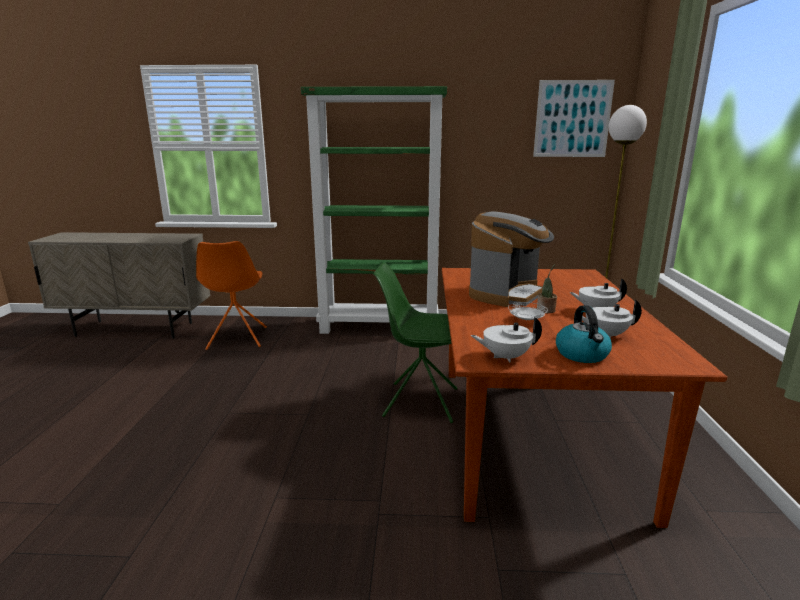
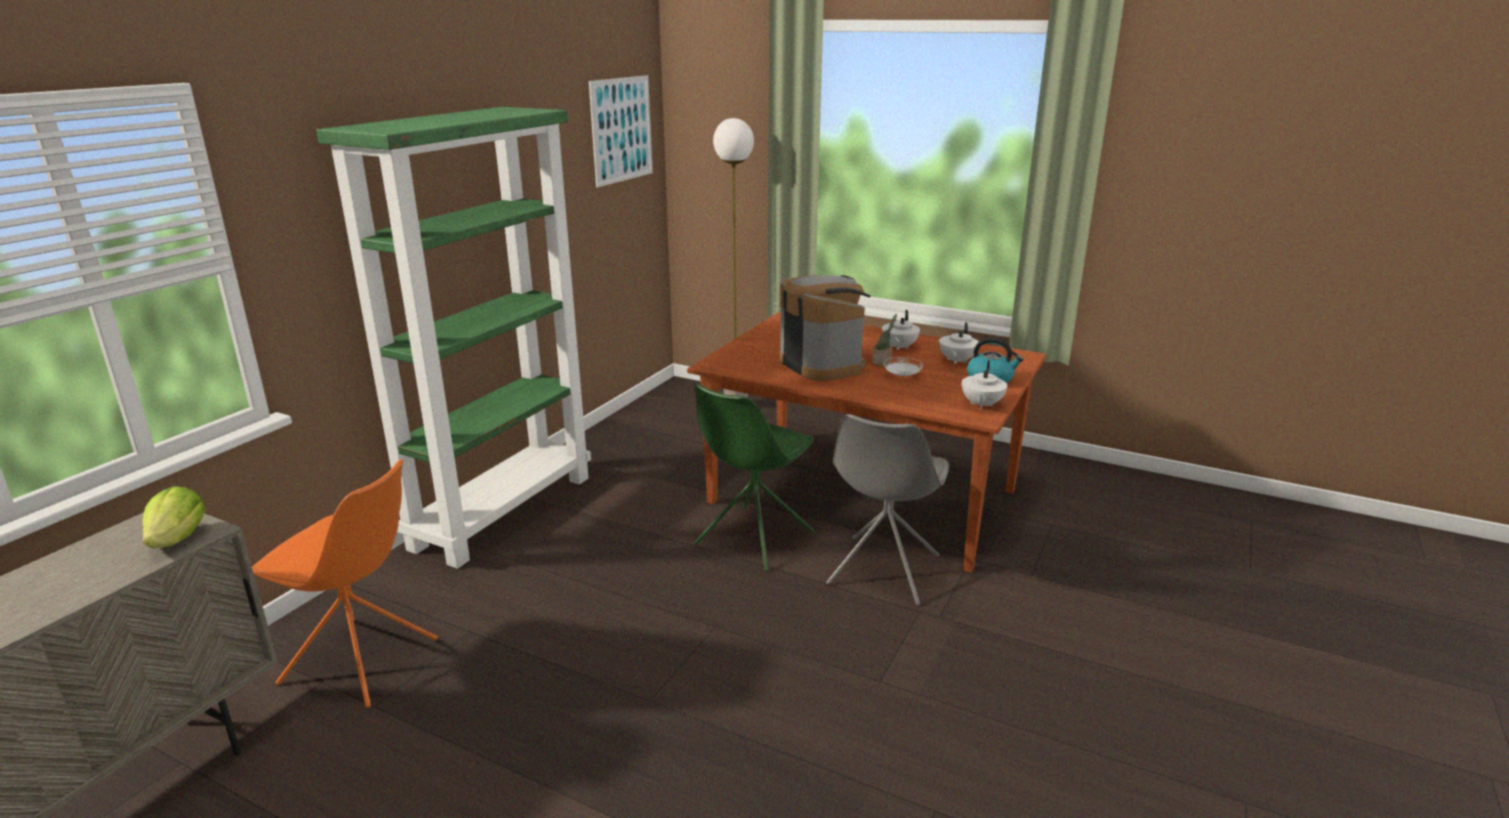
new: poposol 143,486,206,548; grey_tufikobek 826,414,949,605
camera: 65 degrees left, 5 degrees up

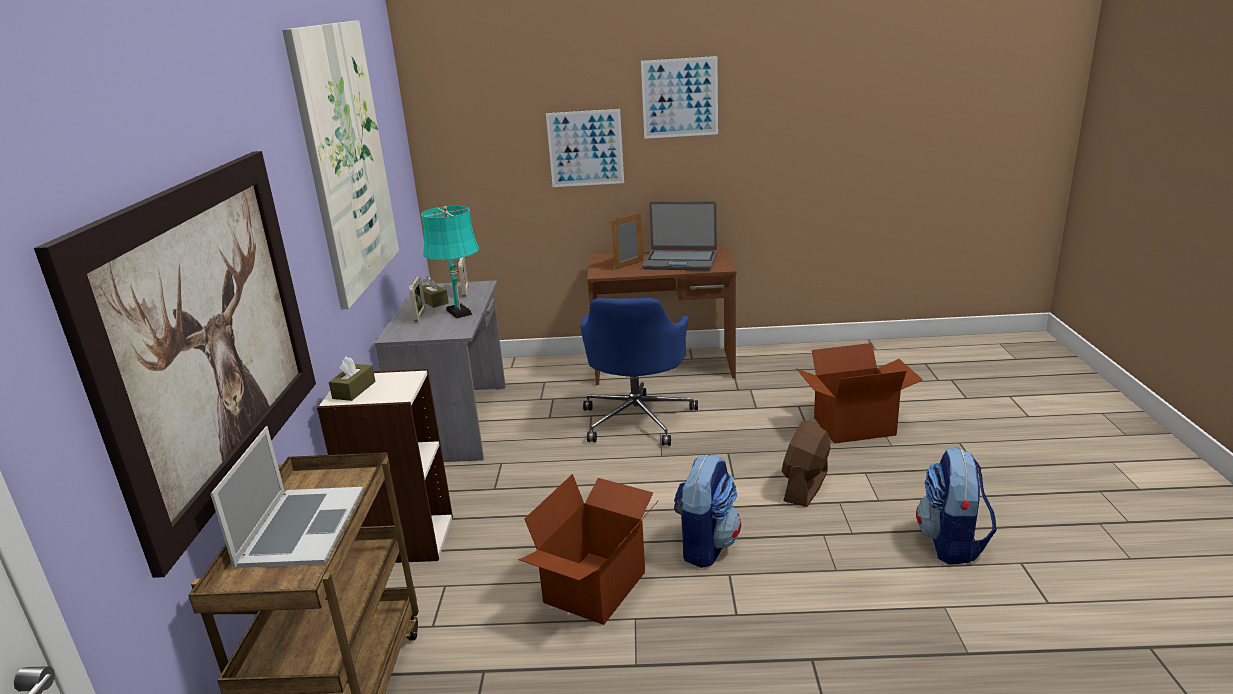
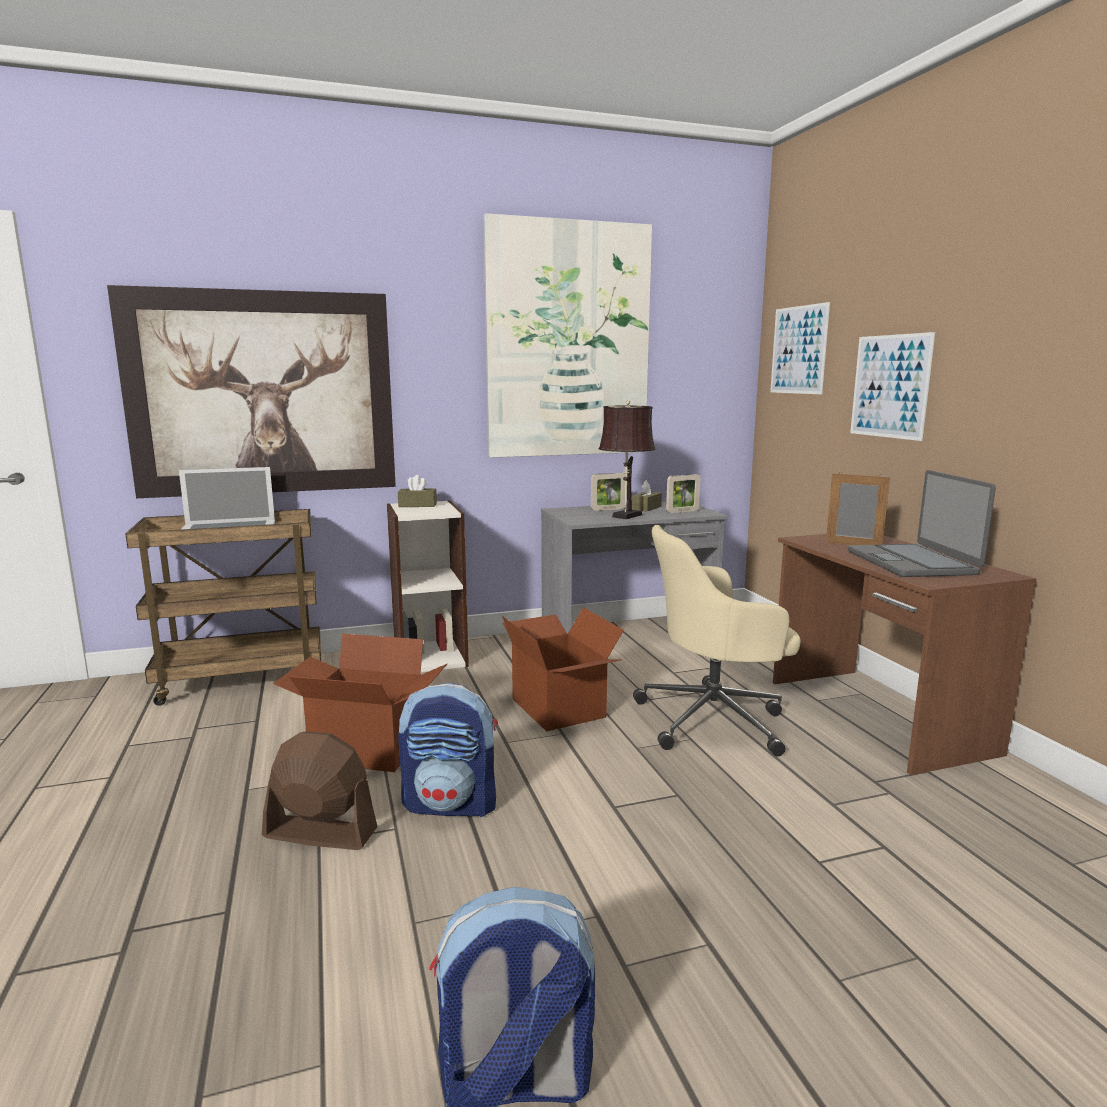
shifted: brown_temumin 782,420,831,507 to 262,731,378,850; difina 796,343,923,444 to 502,607,624,732; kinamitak 641,56,718,139 to 770,302,830,394
repainted: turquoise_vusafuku 421,206,479,319 to brown_vusafuku 599,400,655,519; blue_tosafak 580,298,698,446 to beige_tosafak 633,525,801,757
camera: 70 degrees right, 10 degrees down

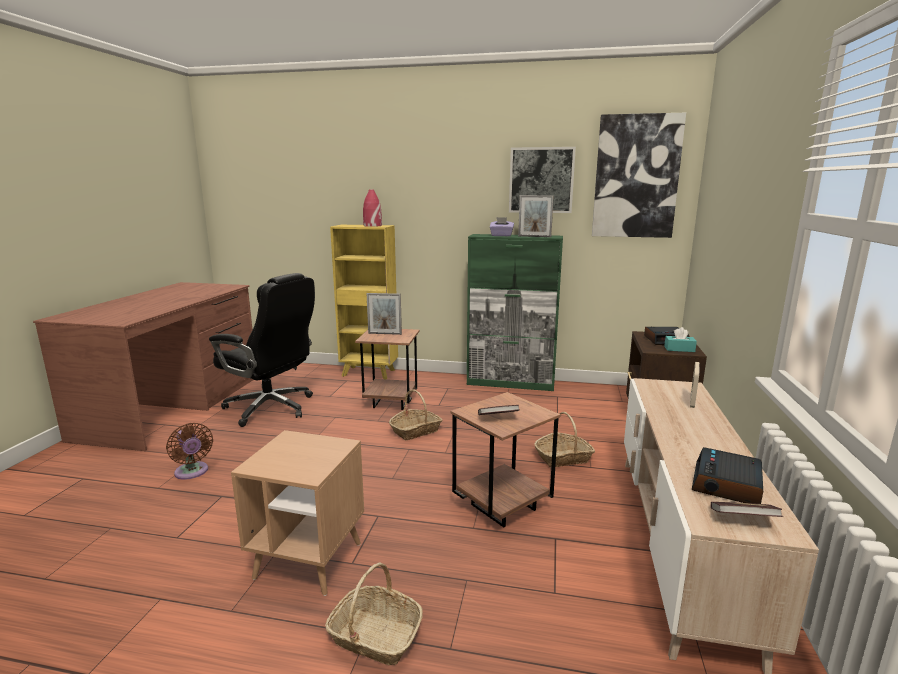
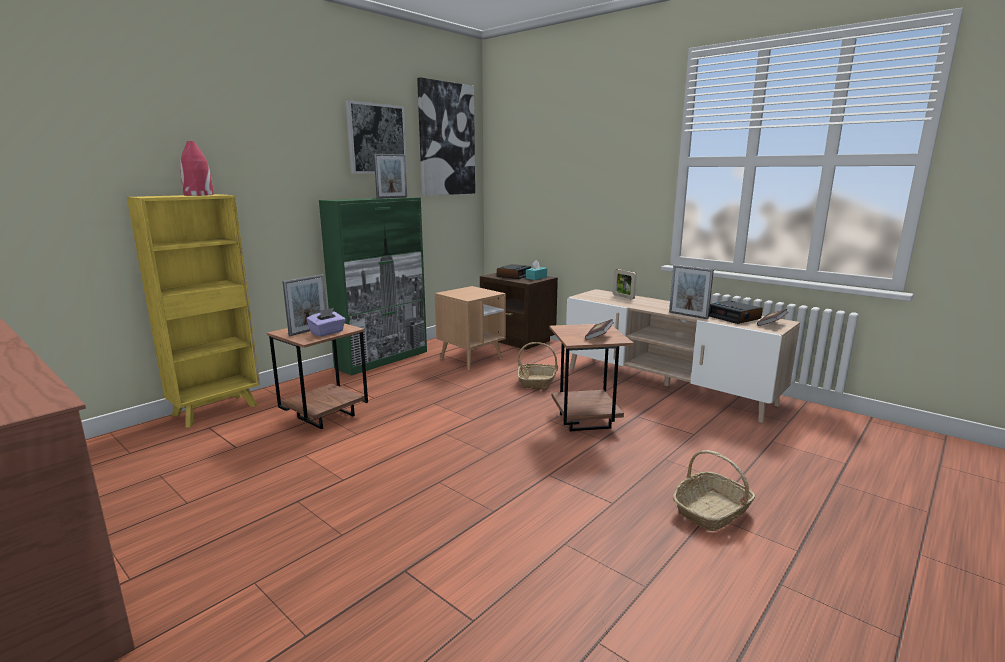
gone: brown_temumin 166,423,213,480; black_tosafak 209,273,315,427; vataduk 389,389,443,440
new: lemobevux 669,265,714,319
shifted: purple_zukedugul 490,217,514,236 to 306,308,346,337; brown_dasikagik 231,430,364,596 to 435,286,506,369
camera: 60 degrees left, 0 degrees up

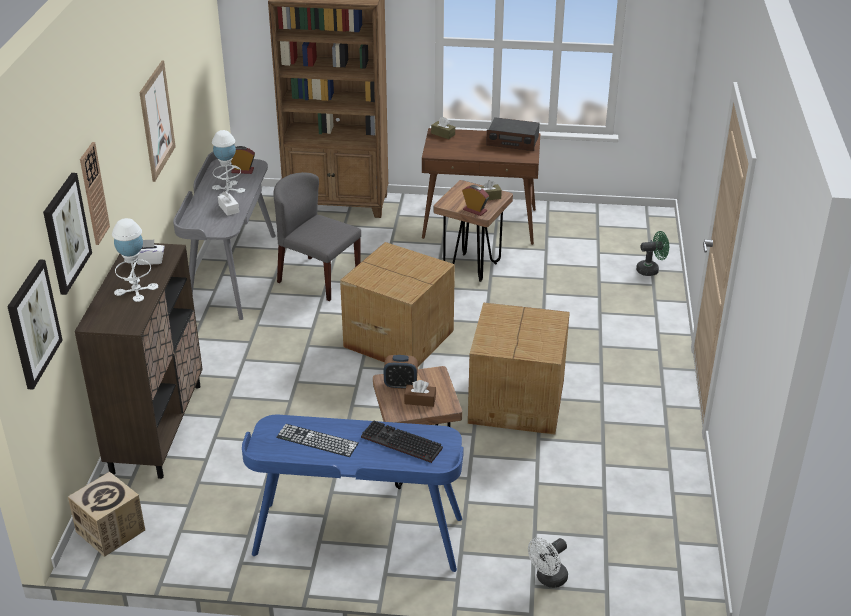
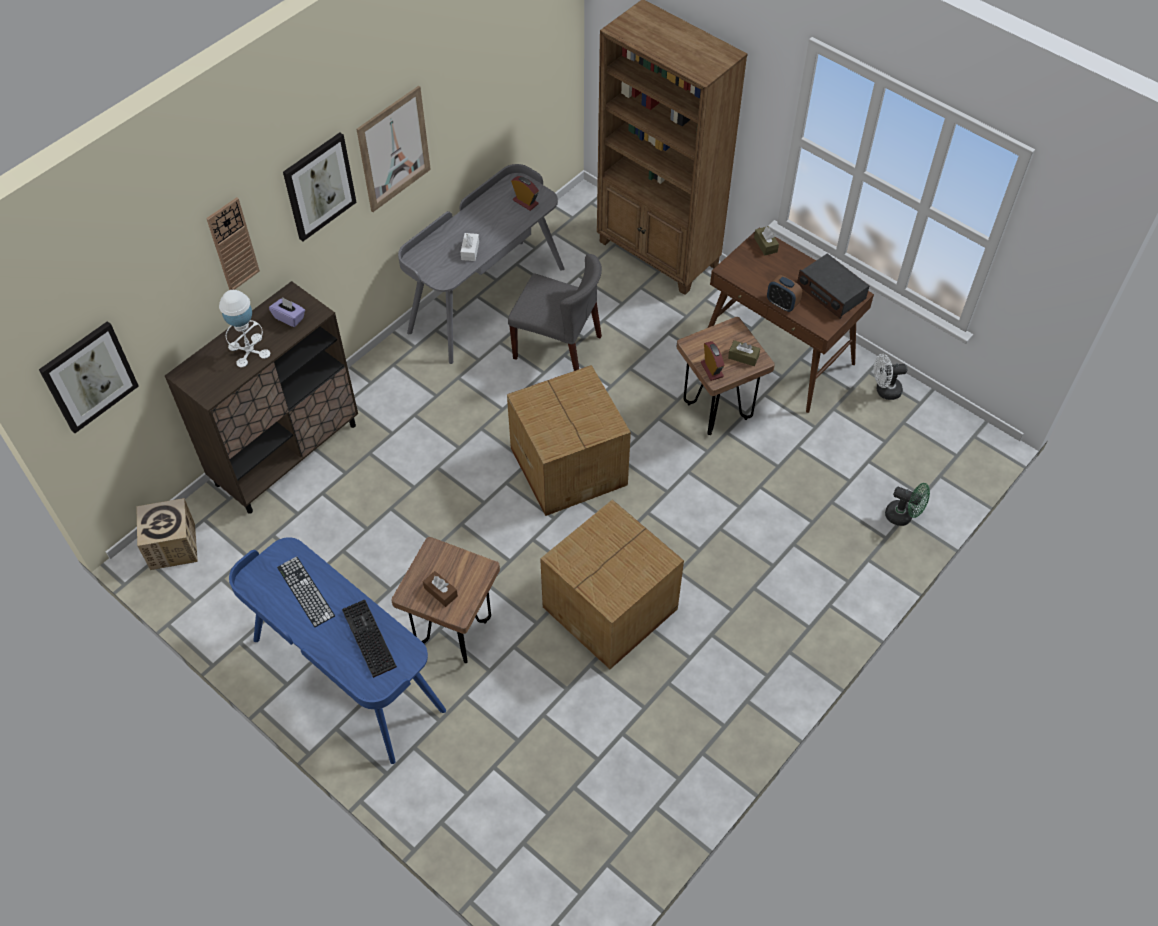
gone: white_vusafuku 212,130,245,196
shifted: kinamitak 43,173,92,295 to 283,133,357,241; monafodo 384,355,418,389 to 767,275,802,312; white_temumin 528,537,568,588 to 874,354,907,400
repainted: white_zukedugul 137,239,165,265 to purple_zukedugul 269,297,305,327
rotated: grey_tufikobek 273,172,361,301 = 508,254,602,371 135 degrees clockwise
camera: 35 degrees right, 20 degrees up

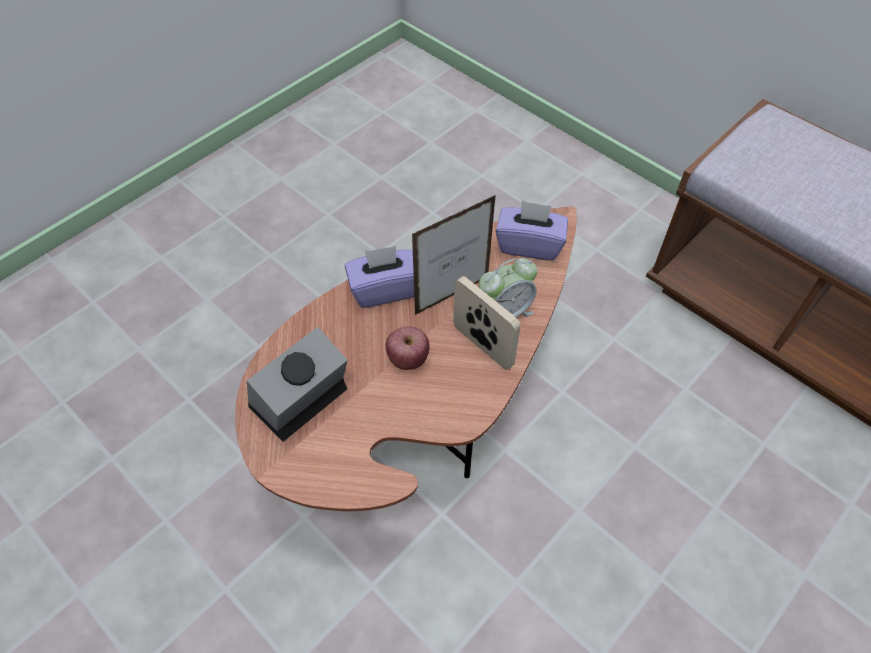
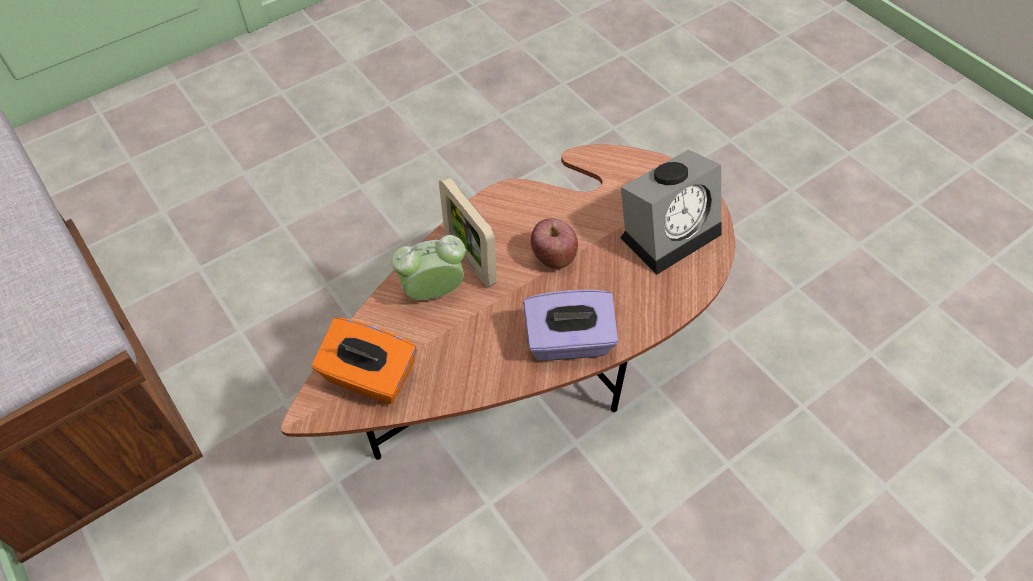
gone: lemobevux 412,195,496,315
repainted: purple_zukedugul 496,200,568,261 to orange_zukedugul 312,317,417,404
camera: 170 degrees left, 0 degrees up

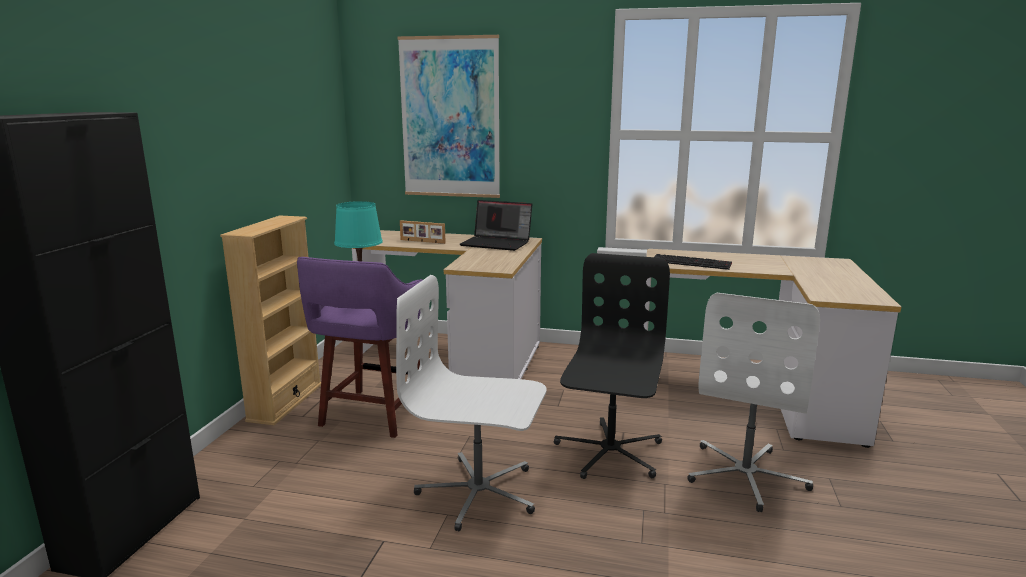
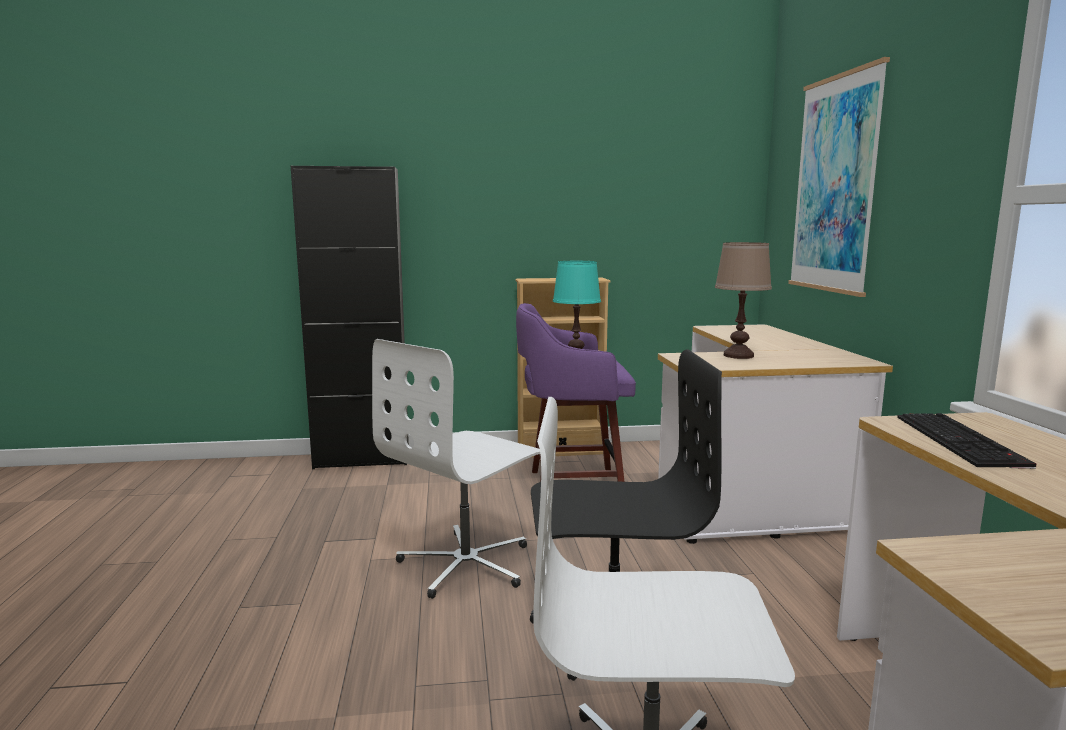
gone: lemobevux 400,220,446,244; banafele 460,200,532,251
new: brown_vusafuku 715,242,772,359
rotated: white_tosafak 396,275,547,531 = 372,339,540,599 135 degrees counterclockwise
camera: 70 degrees right, 5 degrees down

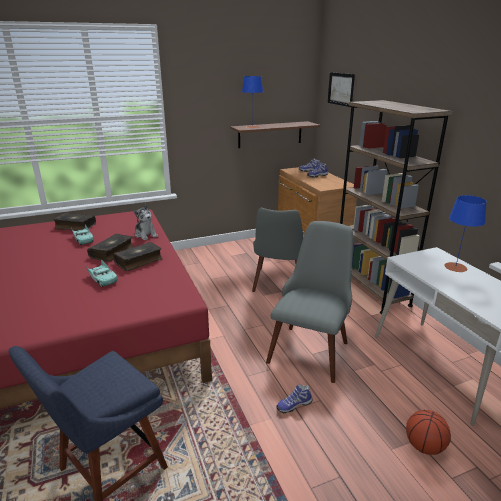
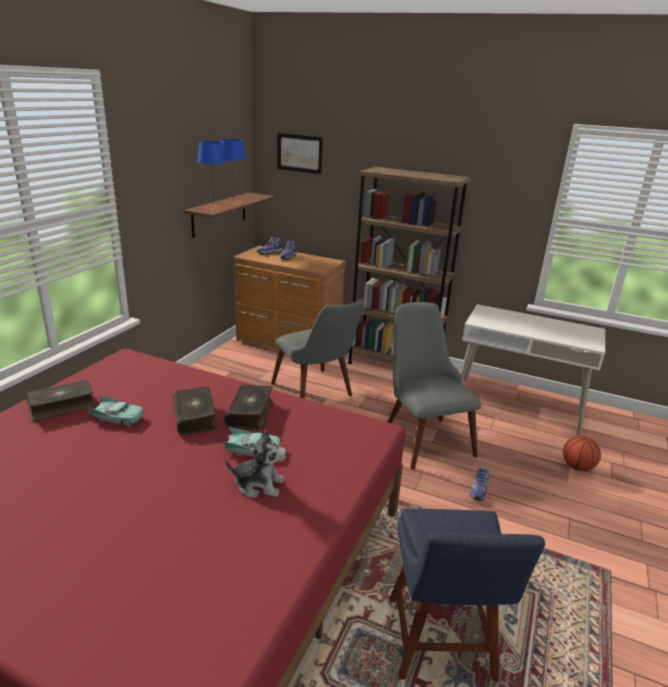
shifted: blue_vusafuku 444,195,487,272 to 221,139,246,204; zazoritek 134,204,158,240 to 226,430,287,498
camera: 45 degrees left, 0 degrees up

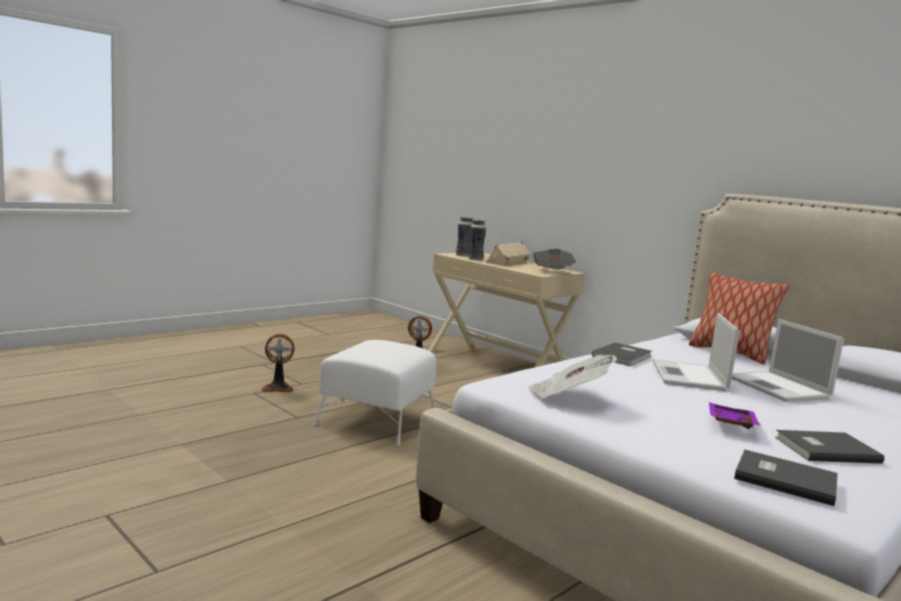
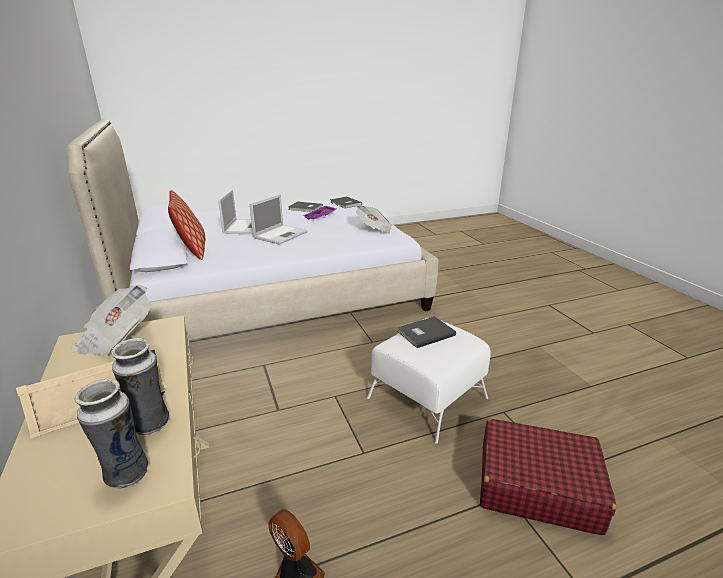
shifted: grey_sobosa 592,342,652,366 to 397,316,456,348
swapped: temumin 261,334,295,392 to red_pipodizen 480,419,616,535
camera: 155 degrees left, 15 degrees up

